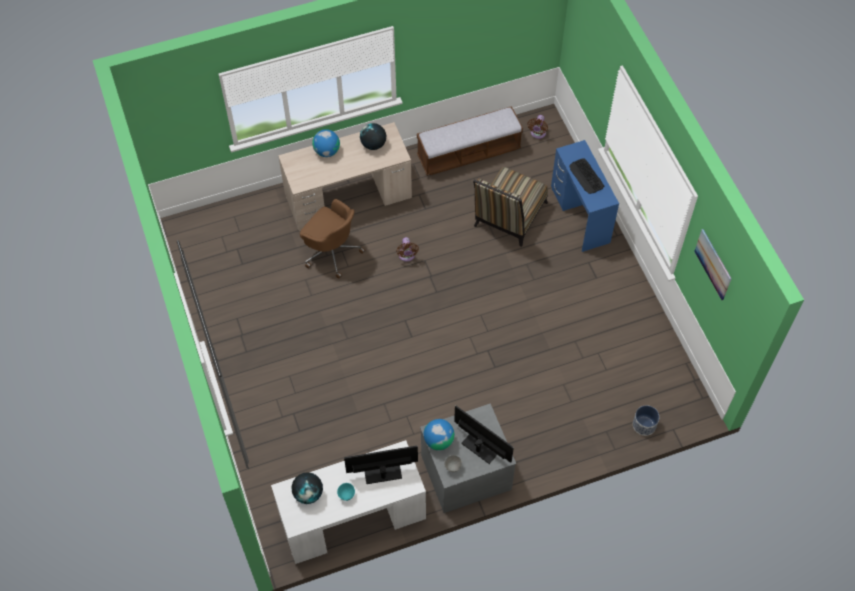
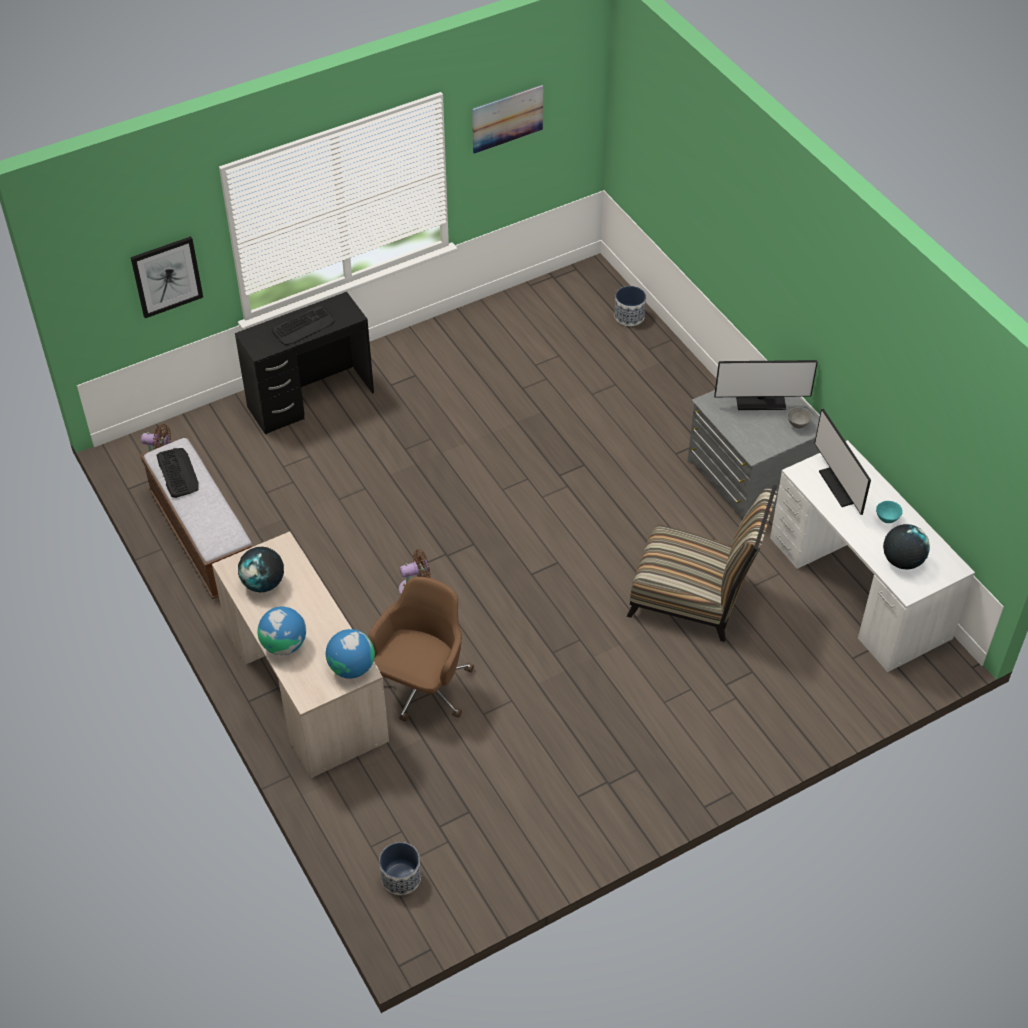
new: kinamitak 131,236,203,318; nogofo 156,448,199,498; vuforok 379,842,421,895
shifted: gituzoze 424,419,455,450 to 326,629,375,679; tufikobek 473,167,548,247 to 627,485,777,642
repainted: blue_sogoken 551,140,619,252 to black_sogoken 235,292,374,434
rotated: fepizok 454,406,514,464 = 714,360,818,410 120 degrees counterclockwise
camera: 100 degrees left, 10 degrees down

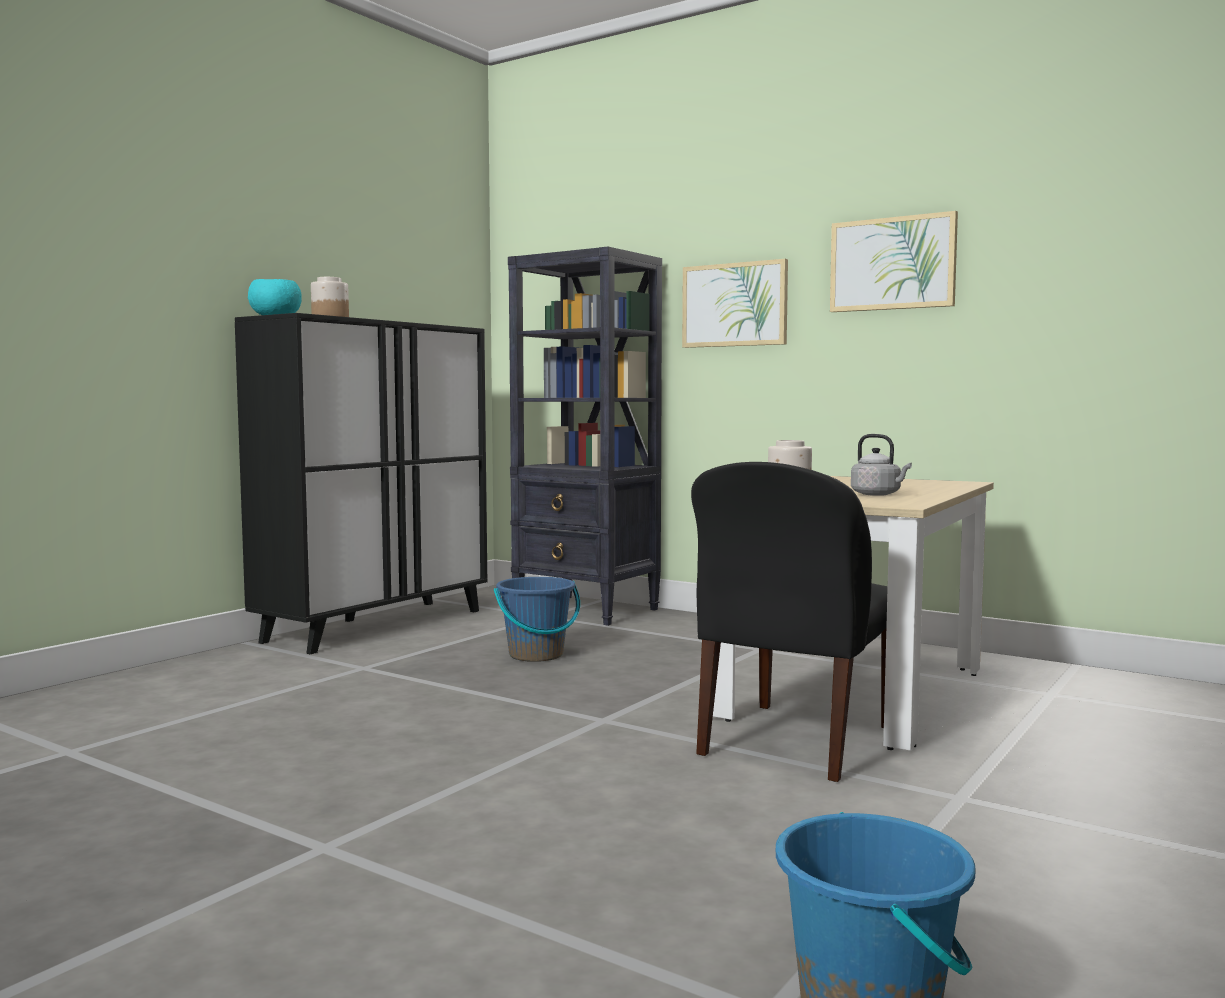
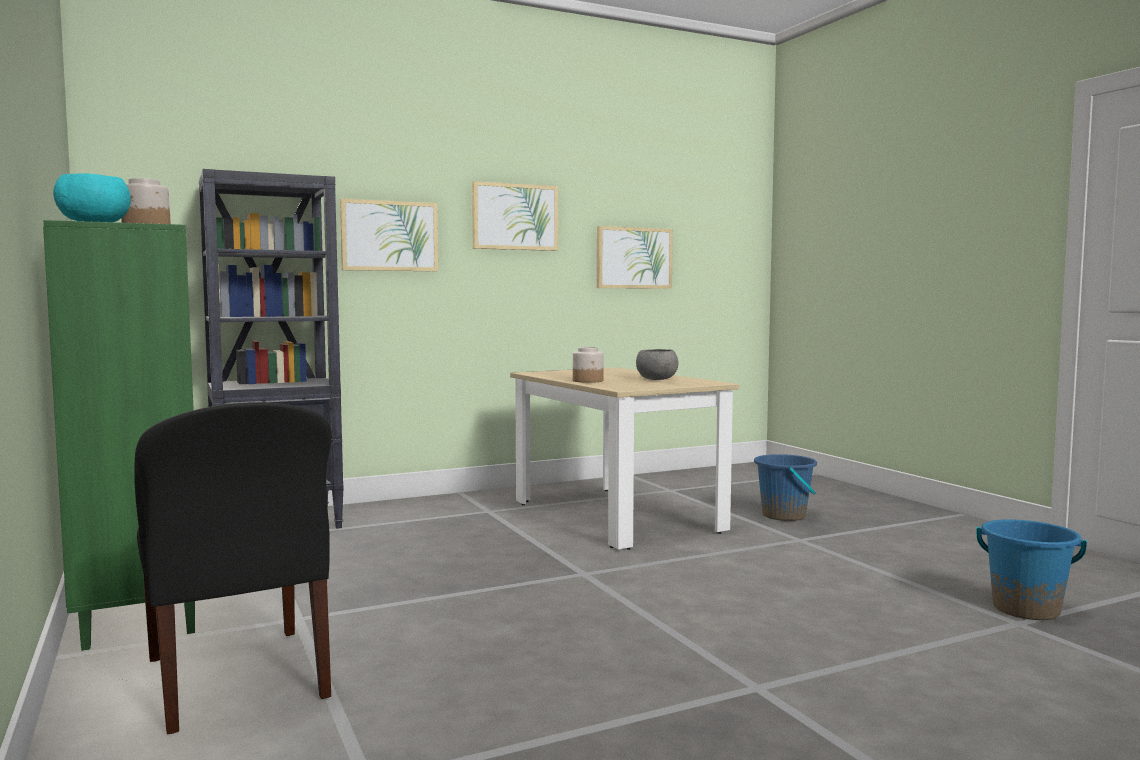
new: kinamitak 597,226,673,289
shifted: black_tufikobek 691,462,888,782 to 134,402,332,734; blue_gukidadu 494,577,580,662 to 754,454,817,521
swapped: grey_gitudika 851,434,912,496 to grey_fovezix 636,349,678,380
repainted: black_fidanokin 235,313,488,654 to green_fidanokin 43,220,195,651
camera: 60 degrees left, 0 degrees up

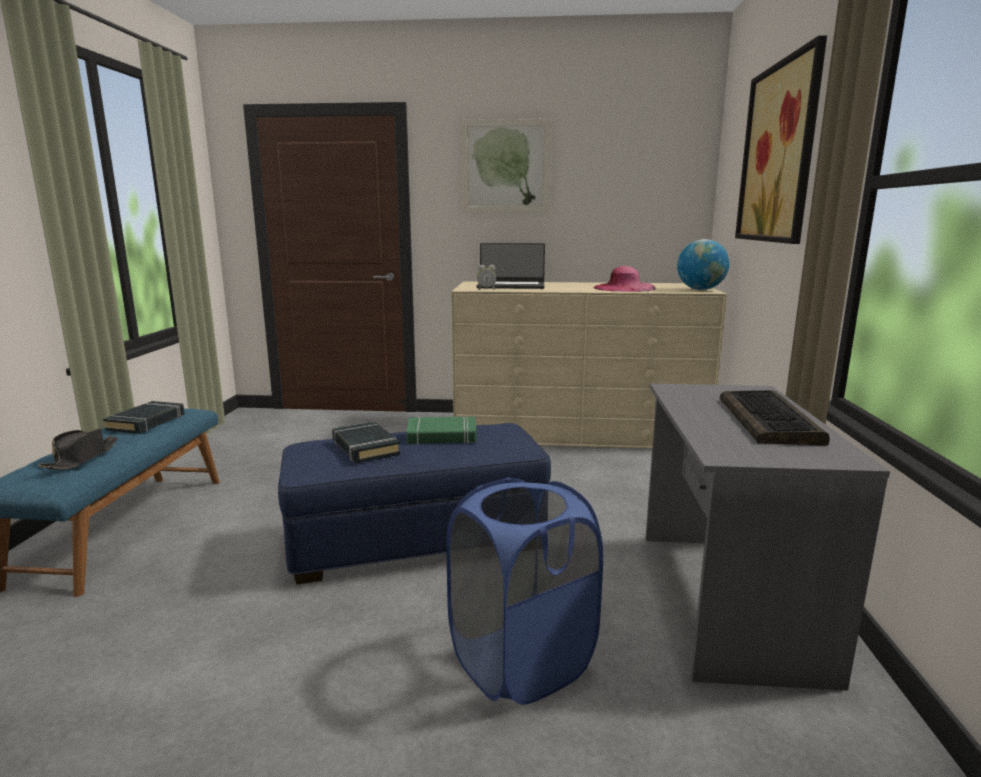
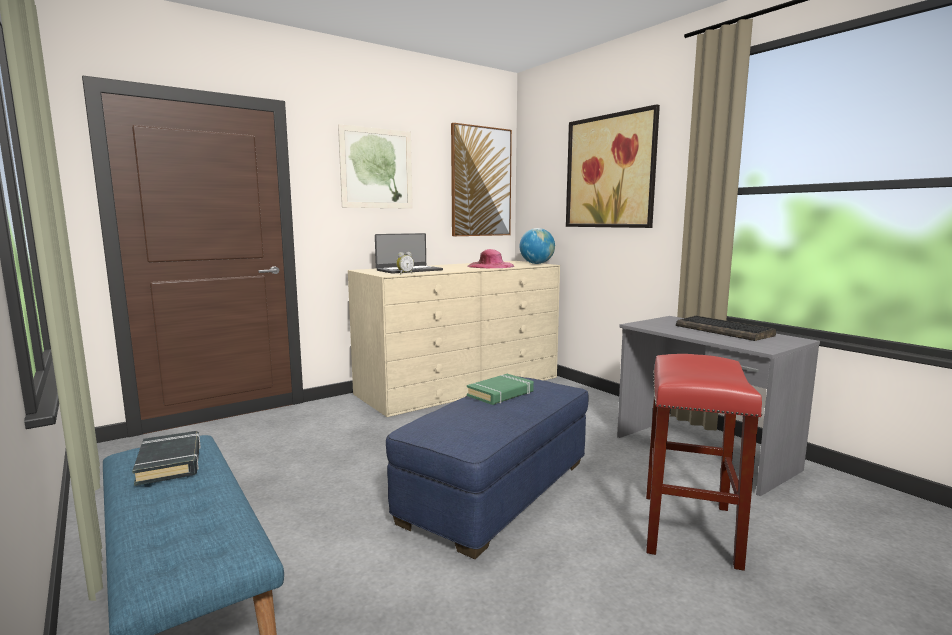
gone: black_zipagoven 38,429,118,469; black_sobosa 332,421,401,463
new: kinamitak 451,123,512,236
swapped: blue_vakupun 446,477,603,705 to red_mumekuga 646,354,762,571
camera: 40 degrees left, 5 degrees down

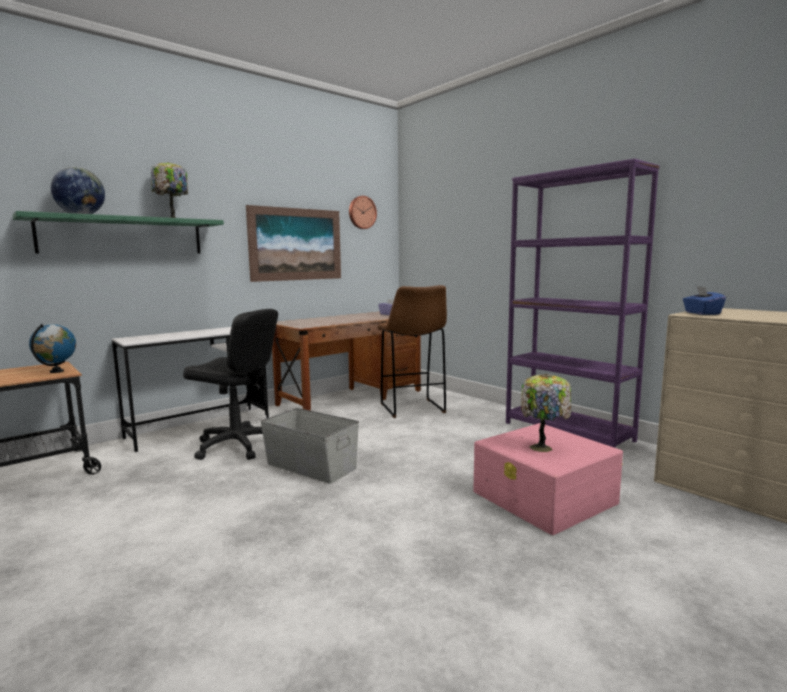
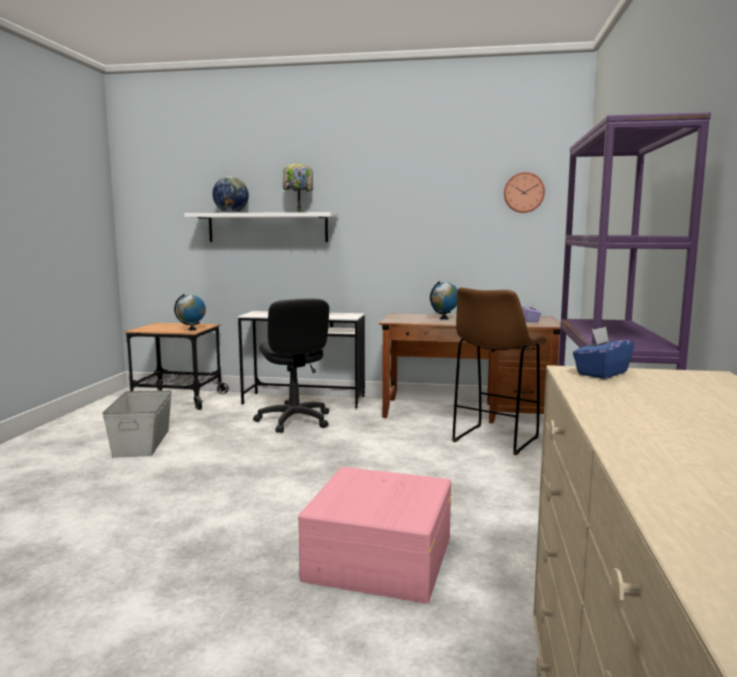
gone: kinamitak 246,205,341,282; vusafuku 521,374,572,452
new: gituzoze 430,281,458,320
shifted: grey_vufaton 260,408,359,484 to 102,390,172,458
repainted: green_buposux 12,211,224,254 to white_buposux 184,212,338,242
camera: 50 degrees right, 0 degrees up

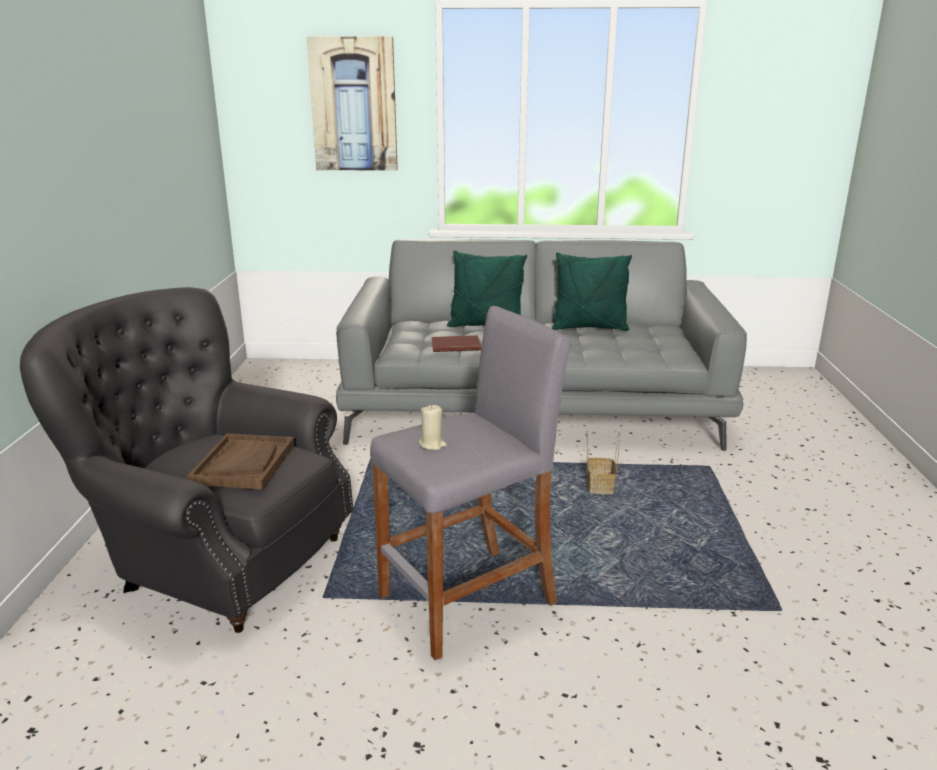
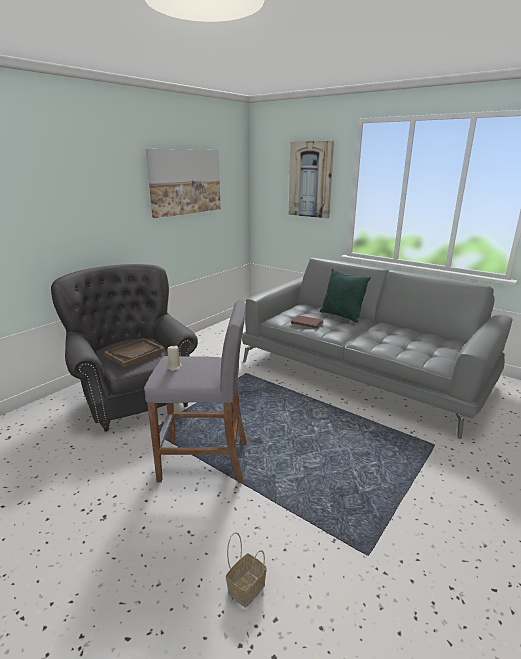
gone: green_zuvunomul 552,252,632,331
new: kinamitak 146,149,221,218
shifted: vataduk 587,431,620,494 to 226,532,267,607
camera: 35 degrees right, 0 degrees up

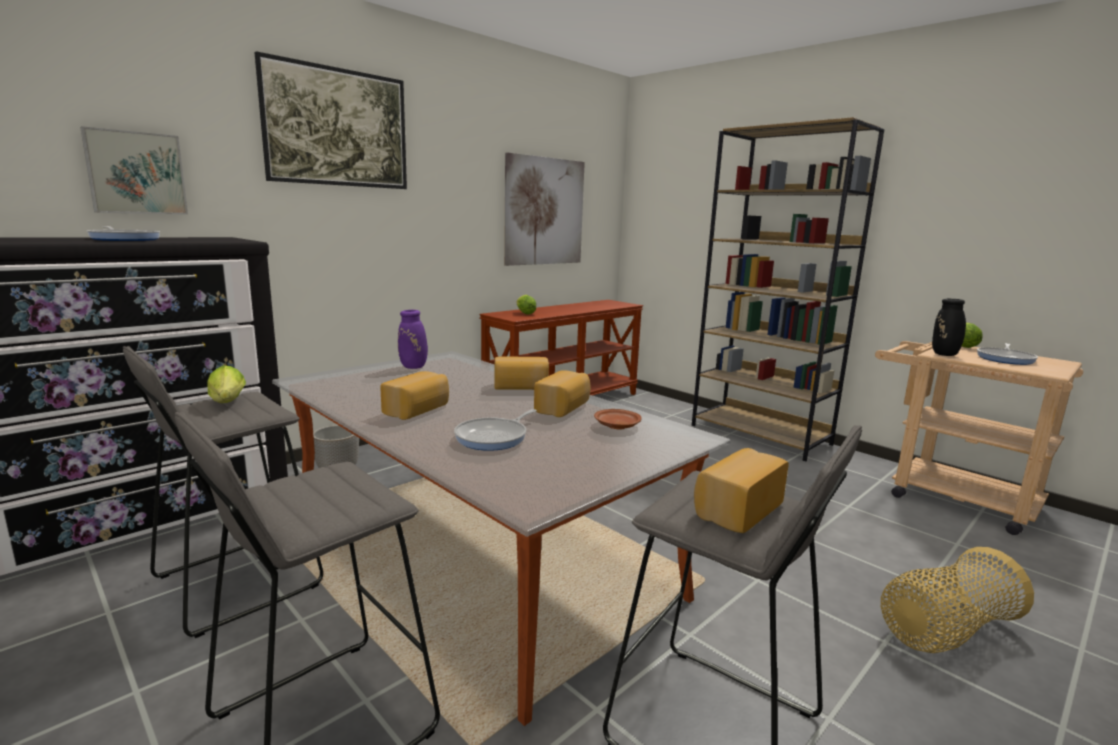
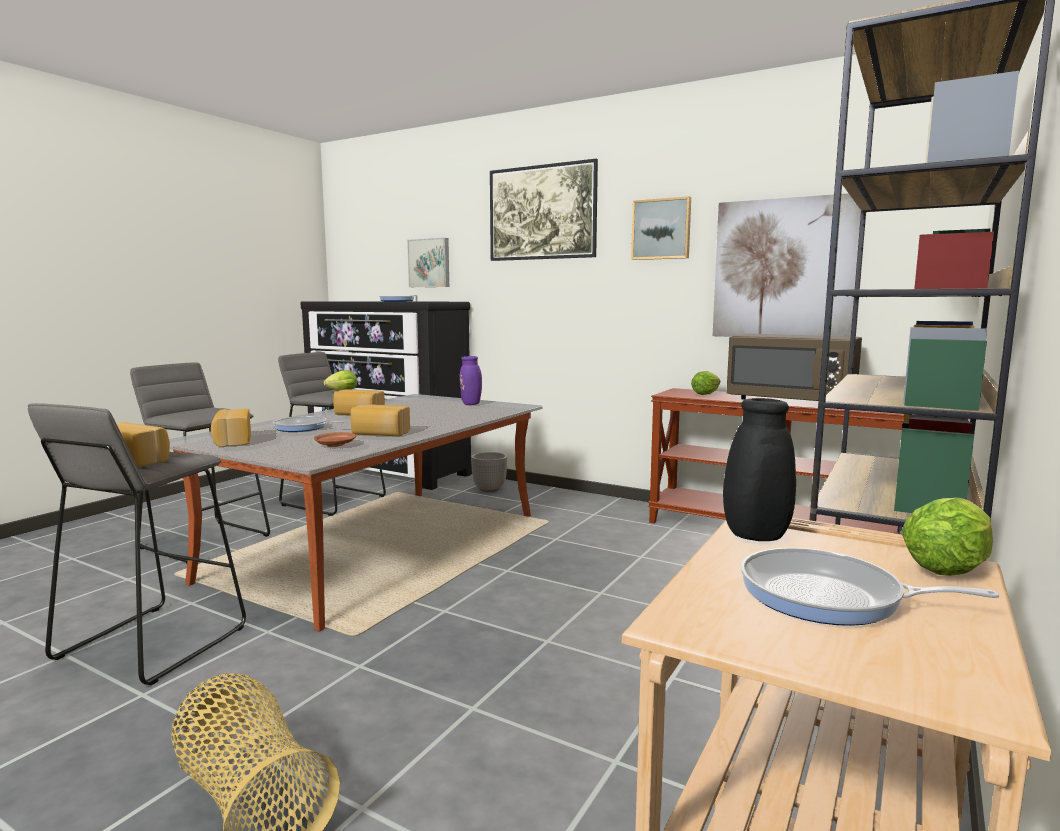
new: kinamitak 631,196,691,260; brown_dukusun 727,334,862,401
shifted: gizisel 494,356,549,390 to 211,409,251,447
camera: 75 degrees right, 5 degrees down

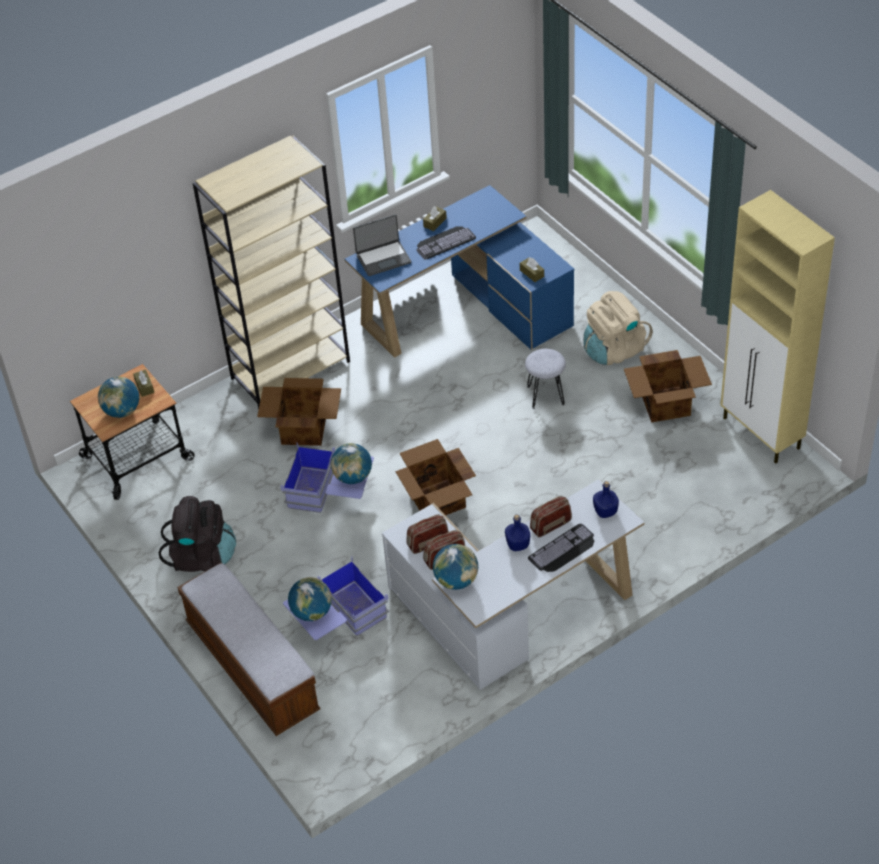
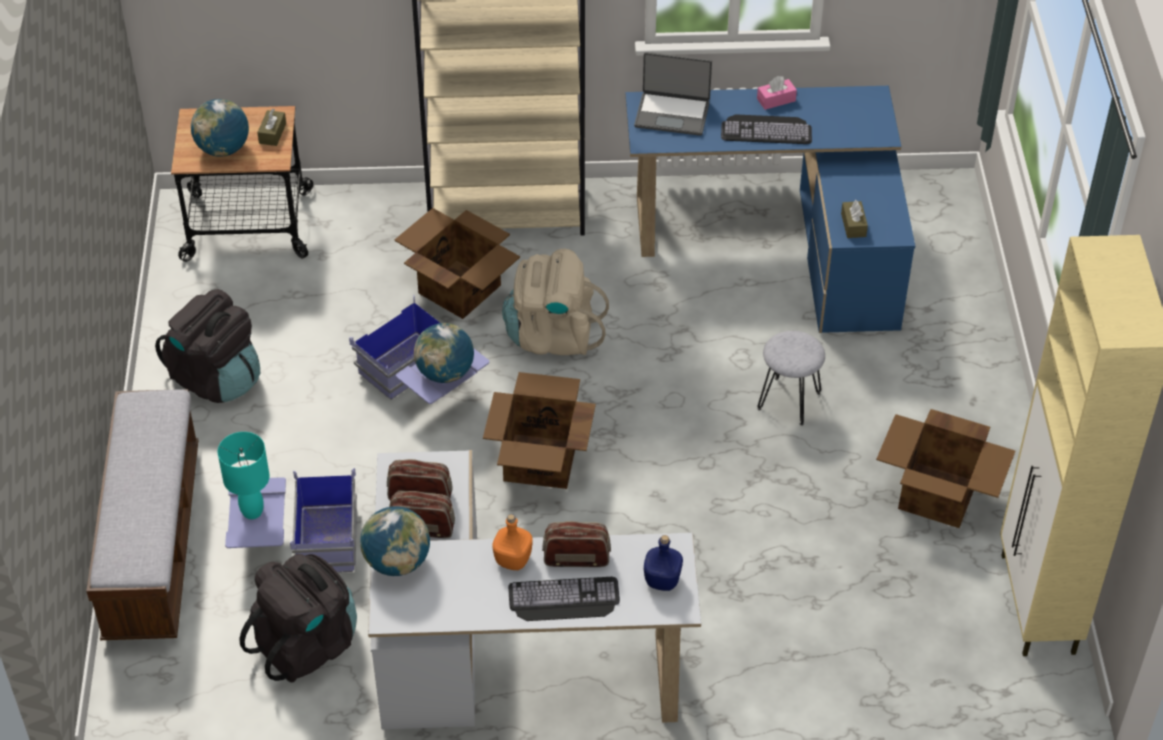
new: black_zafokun 239,554,357,682
shifted: beige_zafokun 584,291,653,365 to 502,249,609,355
swapped: gituzoze 288,577,332,621 to turquoise_vusafuku 218,432,270,519
repainted: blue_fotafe 505,515,530,551 to orange_fotafe 493,514,533,570; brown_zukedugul 423,206,447,231 to pink_zukedugul 757,76,797,110
camera: 30 degrees right, 0 degrees up

